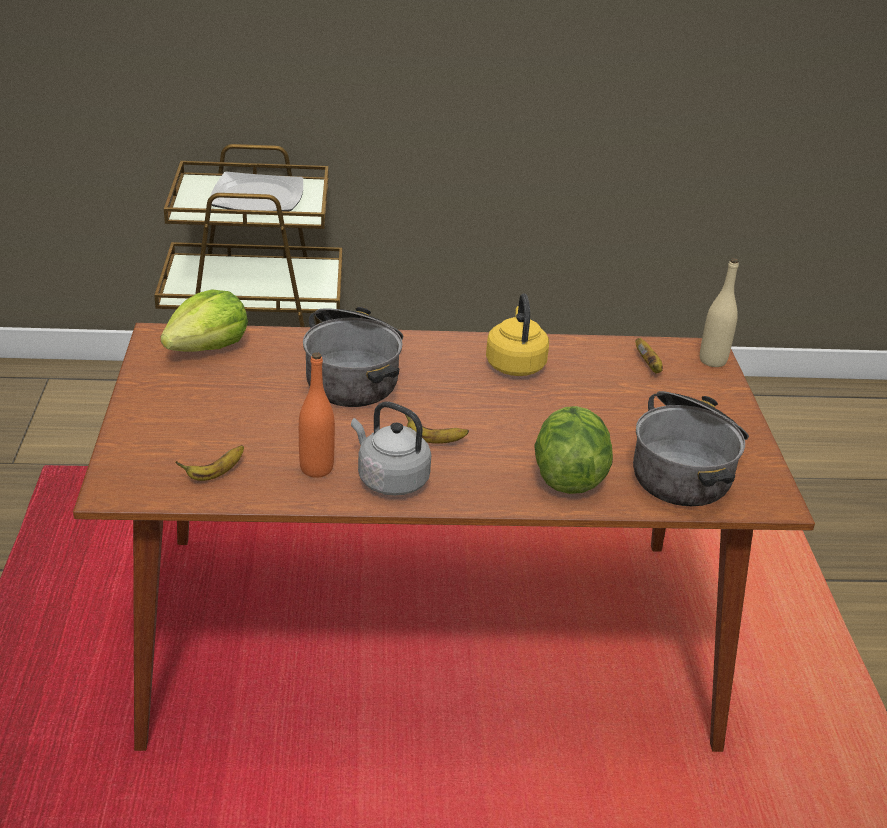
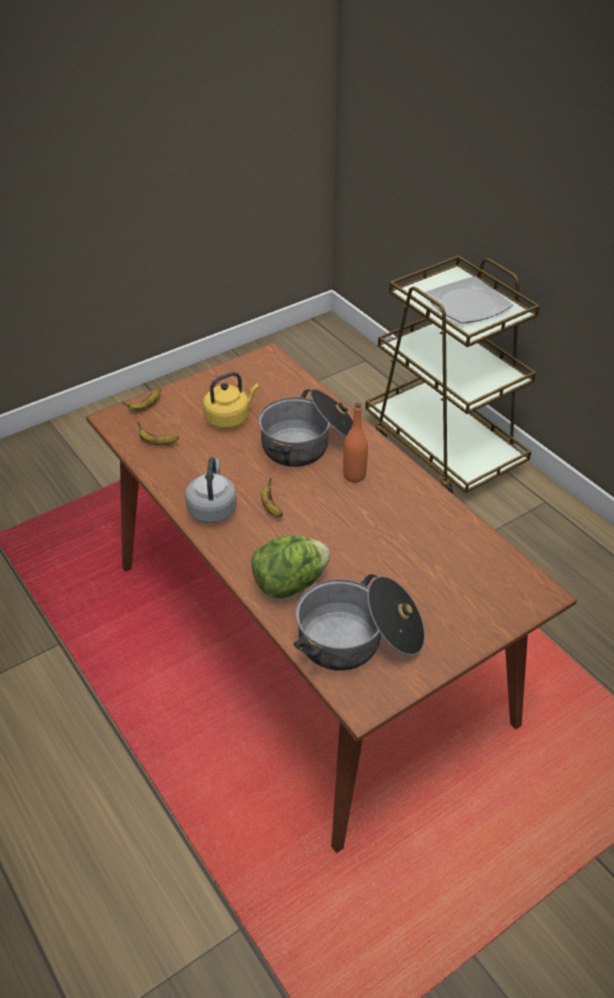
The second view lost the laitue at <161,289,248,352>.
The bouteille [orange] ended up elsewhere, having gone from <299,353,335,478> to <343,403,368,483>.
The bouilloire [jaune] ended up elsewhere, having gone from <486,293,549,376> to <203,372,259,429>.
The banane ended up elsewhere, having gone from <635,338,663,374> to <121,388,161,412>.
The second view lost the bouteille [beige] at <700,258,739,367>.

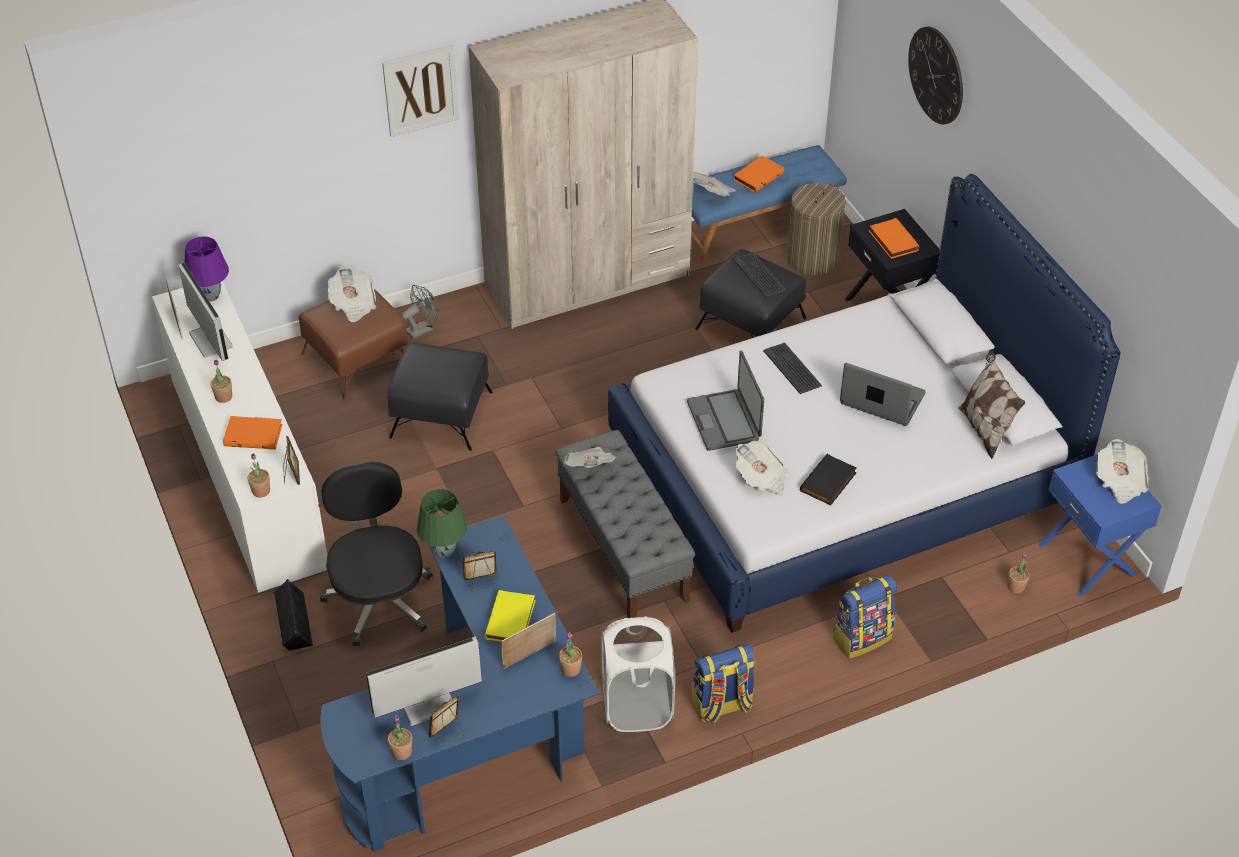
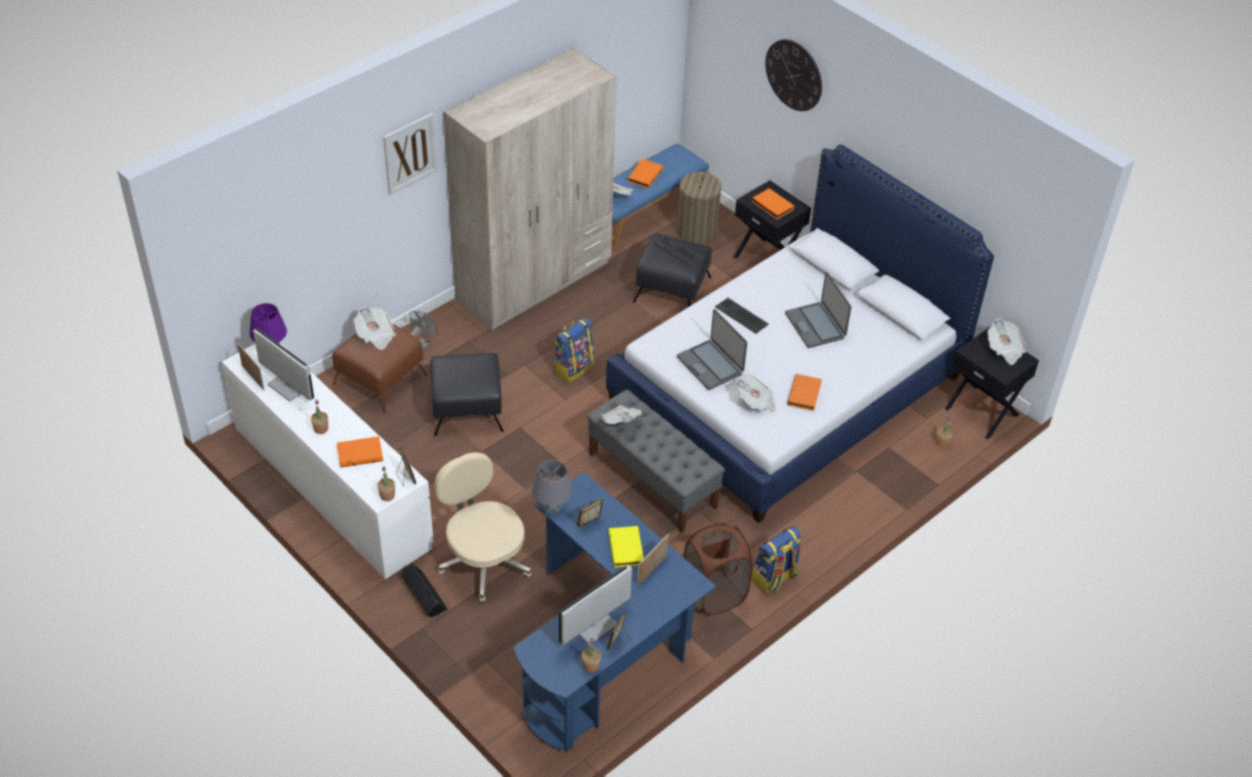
What was the chaise de bureau [noir] at <320,462,433,646> turned into the chaise de bureau [beige] at <434,452,531,602>.
What was the lampe de table [vert] at <417,489,467,558> turned into the lampe de table [gris] at <532,460,572,514>.
The second view lost the plante en pot at <559,632,582,677>.
What was the panier à linge [blanc] at <601,616,675,732> turned into the panier à linge [marron] at <684,523,752,615>.
What was the livre [noir] at <800,454,857,505> turned into the livre [orange] at <787,373,822,411>.
The sac à dos ended up elsewhere, having gone from <833,575,897,659> to <554,318,594,383>.
The ordinateur portable at <840,363,926,426> ended up facing another way, 120 degrees counterclockwise from before.
The second view lost the coussin at <958,350,1025,459>.
What was the table de chevet [bleu] at <1039,454,1162,596> turned into the table de chevet [noir] at <945,327,1039,439>.

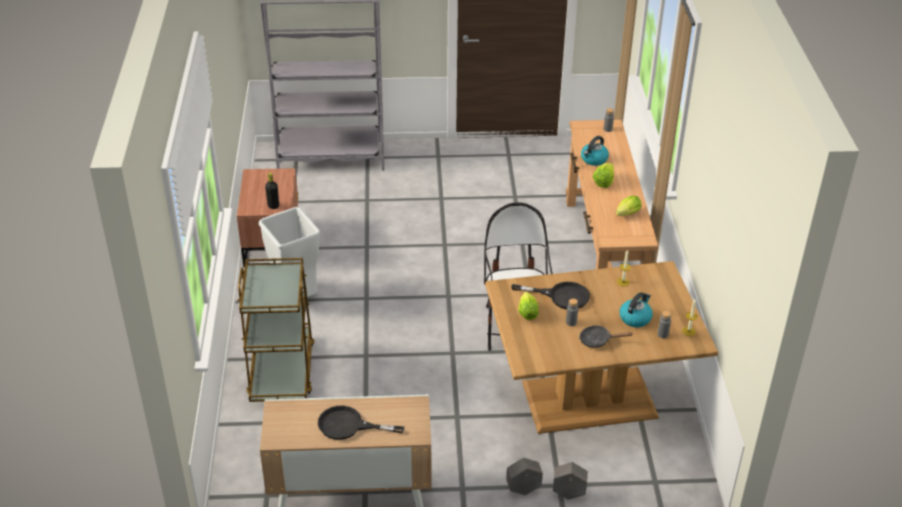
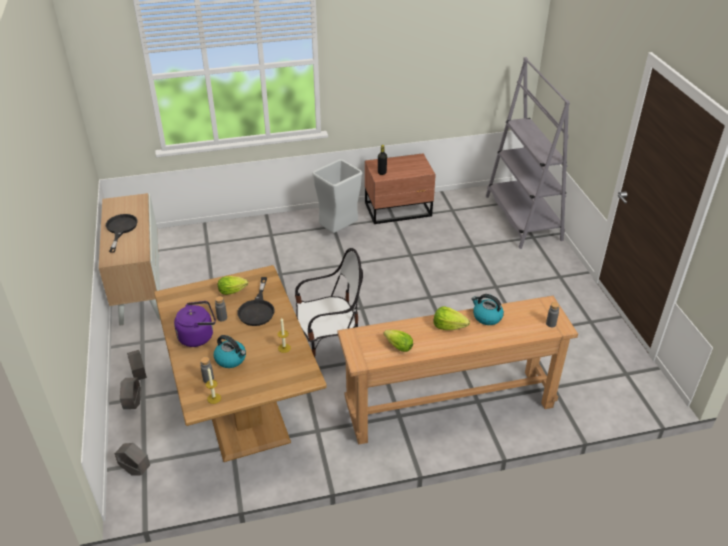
The second view lost the chariot [marron] at <237,258,315,402>.
Where the poêle [noir] stood at <580,325,632,348>, the bouilloire [violet] came to stand at <174,301,216,347>.
The second view gained the cache-pot [gris] at <114,443,150,476>.

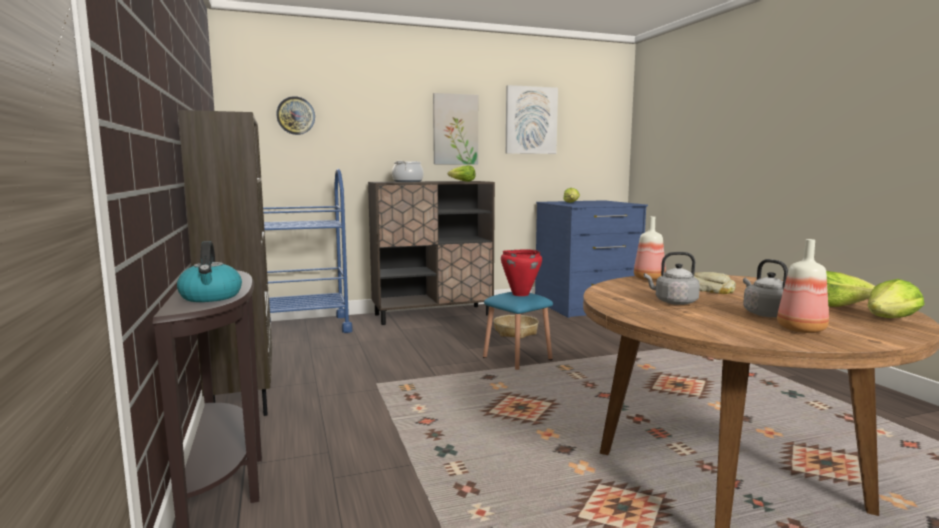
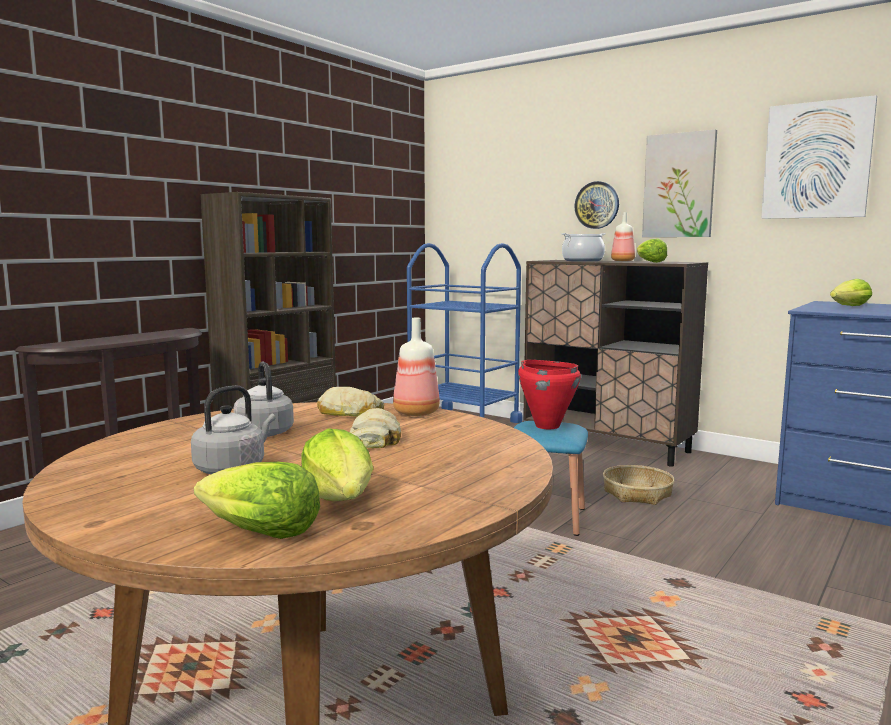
The second view lost the bouilloire at <177,241,242,302>.
The horloge murale ended up elsewhere, having gone from <276,96,315,135> to <575,181,619,229>.
The bouteille ended up elsewhere, having gone from <777,239,829,333> to <611,212,635,261>.
The second view gained the pain at <317,387,384,417>.

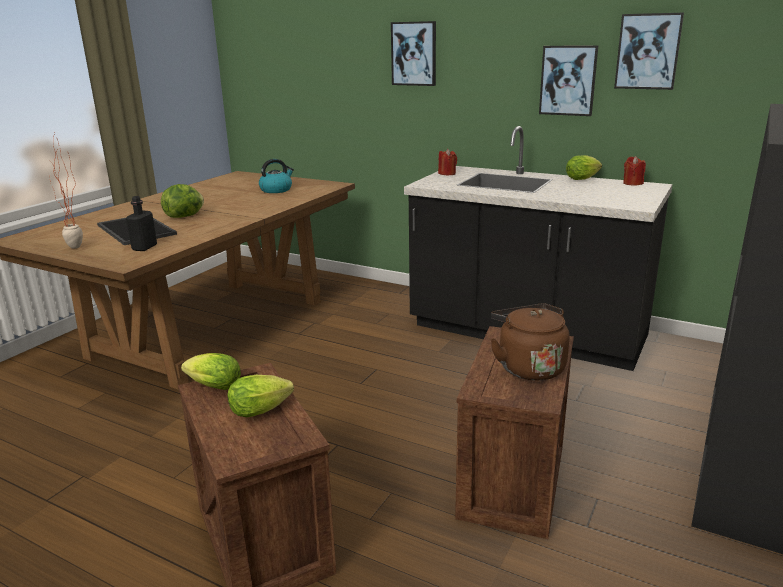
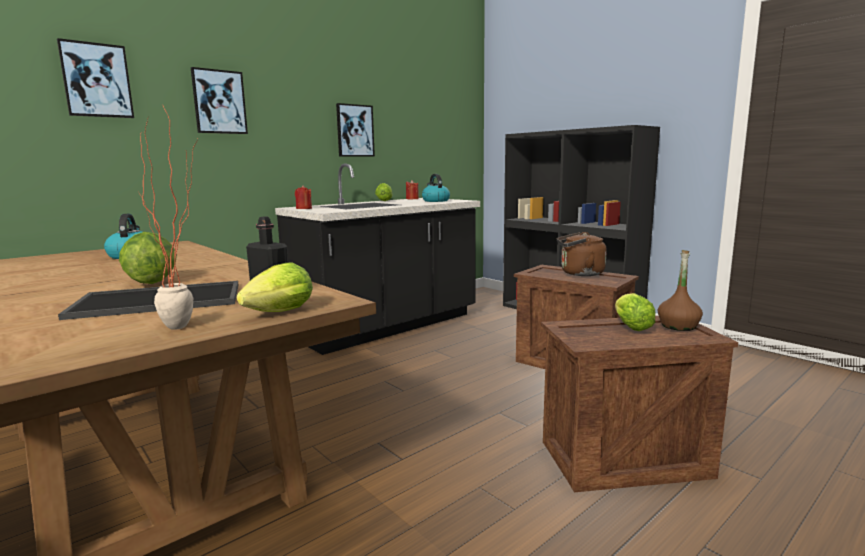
The laitue ended up elsewhere, having gone from <181,353,241,390> to <237,263,313,312>.
The tableau ended up elsewhere, having gone from <614,13,684,90> to <57,38,134,118>.
The second view gained the bouilloire at <422,174,450,202>.
The second view gained the bouteille [marron] at <658,250,703,331>.

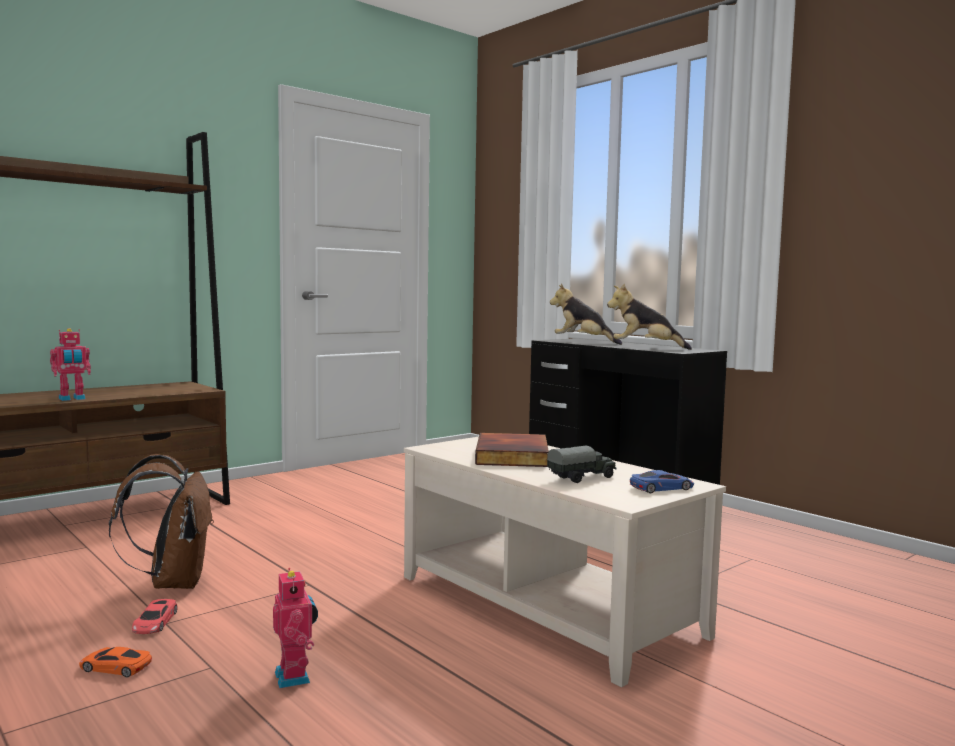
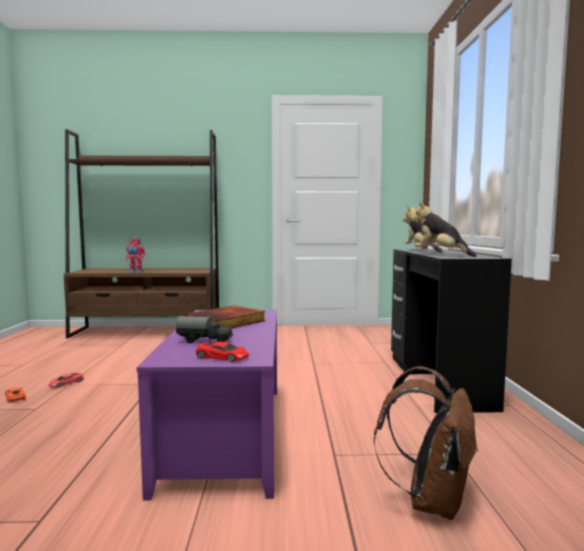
The sac à dos [marron] ended up elsewhere, having gone from <109,454,214,589> to <374,366,478,520>.
The second view lost the robot jouet at <273,568,318,688>.
What was the table basse [beige] at <404,437,726,687> turned into the table basse [violet] at <137,310,277,501>.
What was the petite voiture [bleu] at <630,470,694,493> turned into the petite voiture [rouge] at <196,342,249,362>.

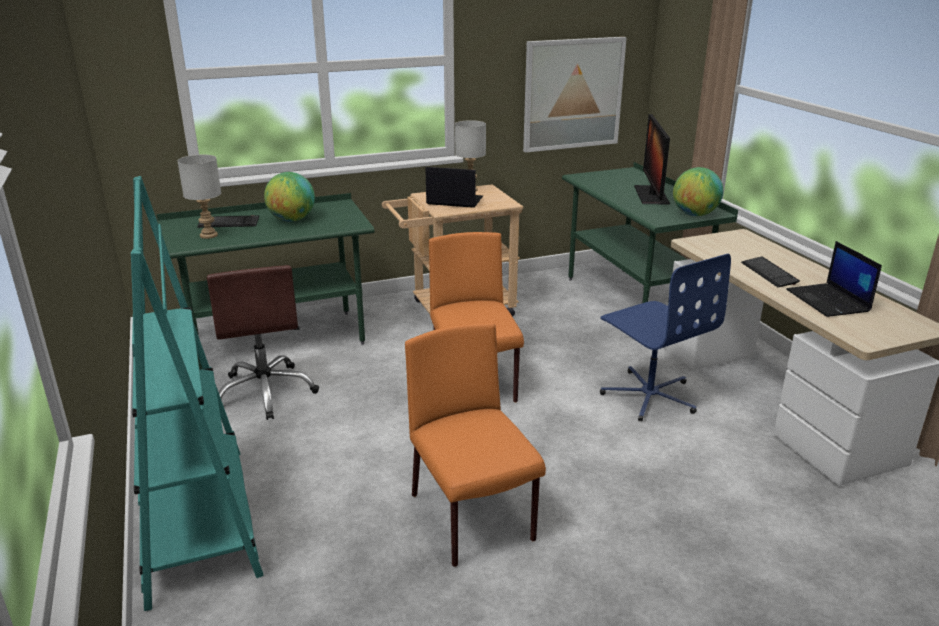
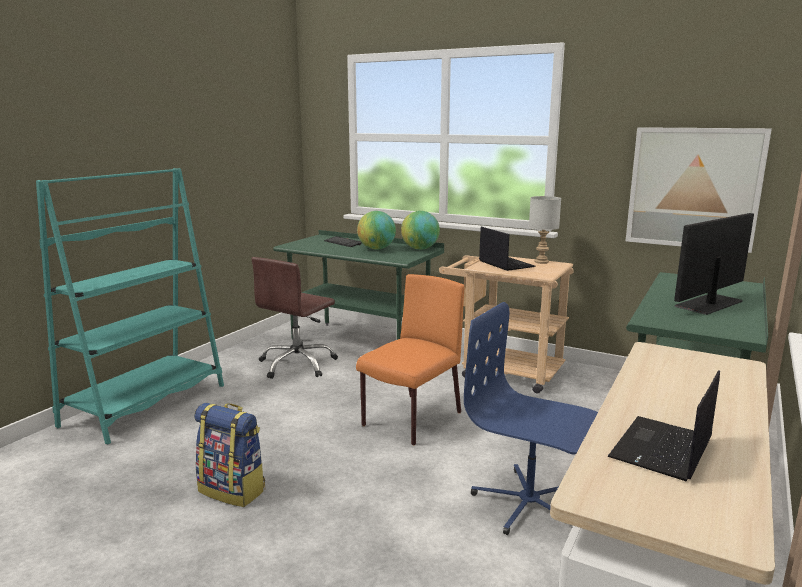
The second view lost the lampe de table [gris] at <177,155,221,239>.
Where the chaise [orange] stood at <405,323,546,567>, the sac à dos came to stand at <194,403,265,507>.
The chaise de bureau [bleu] at <600,254,731,421> ended up facing another way, 105 degrees clockwise from before.
The globe ended up elsewhere, having gone from <673,167,723,216> to <401,211,440,250>.
The second view lost the clavier at <741,257,800,287>.

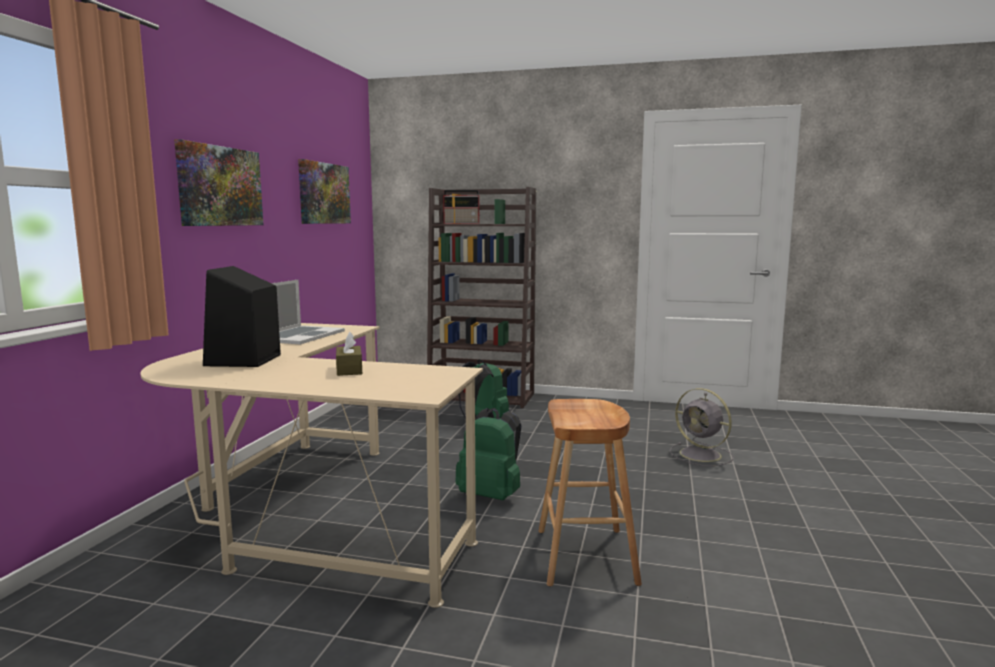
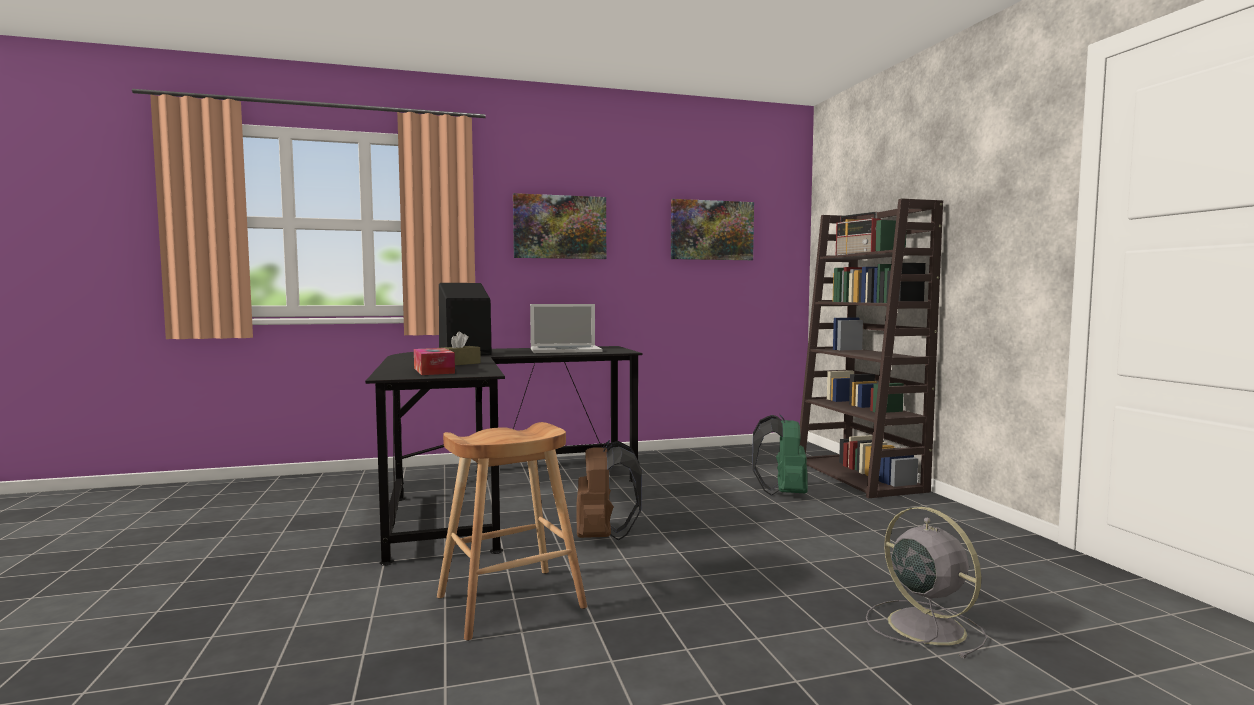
What was the bureau [beige] at <140,323,483,608> turned into the bureau [noir] at <365,346,643,566>.
What was the sac à dos [vert] at <455,408,521,500> turned into the sac à dos [marron] at <576,440,642,541>.
The ventilateur [gris] at <669,388,734,466> ended up facing another way, 135 degrees clockwise from before.
The second view gained the boîte à mouchoirs at <414,348,455,375>.

